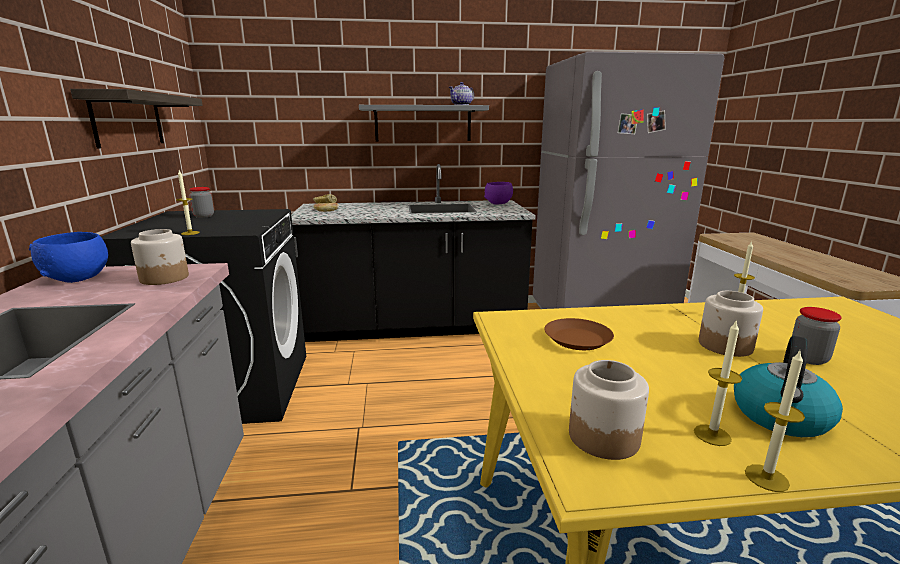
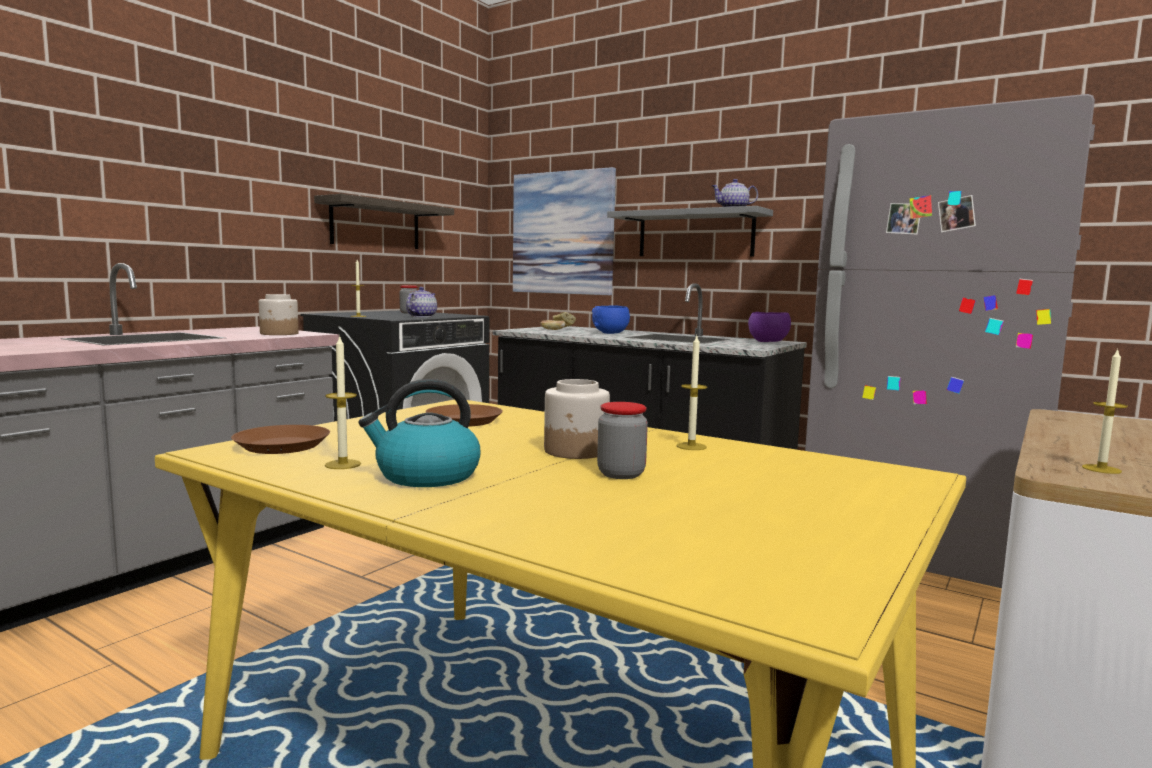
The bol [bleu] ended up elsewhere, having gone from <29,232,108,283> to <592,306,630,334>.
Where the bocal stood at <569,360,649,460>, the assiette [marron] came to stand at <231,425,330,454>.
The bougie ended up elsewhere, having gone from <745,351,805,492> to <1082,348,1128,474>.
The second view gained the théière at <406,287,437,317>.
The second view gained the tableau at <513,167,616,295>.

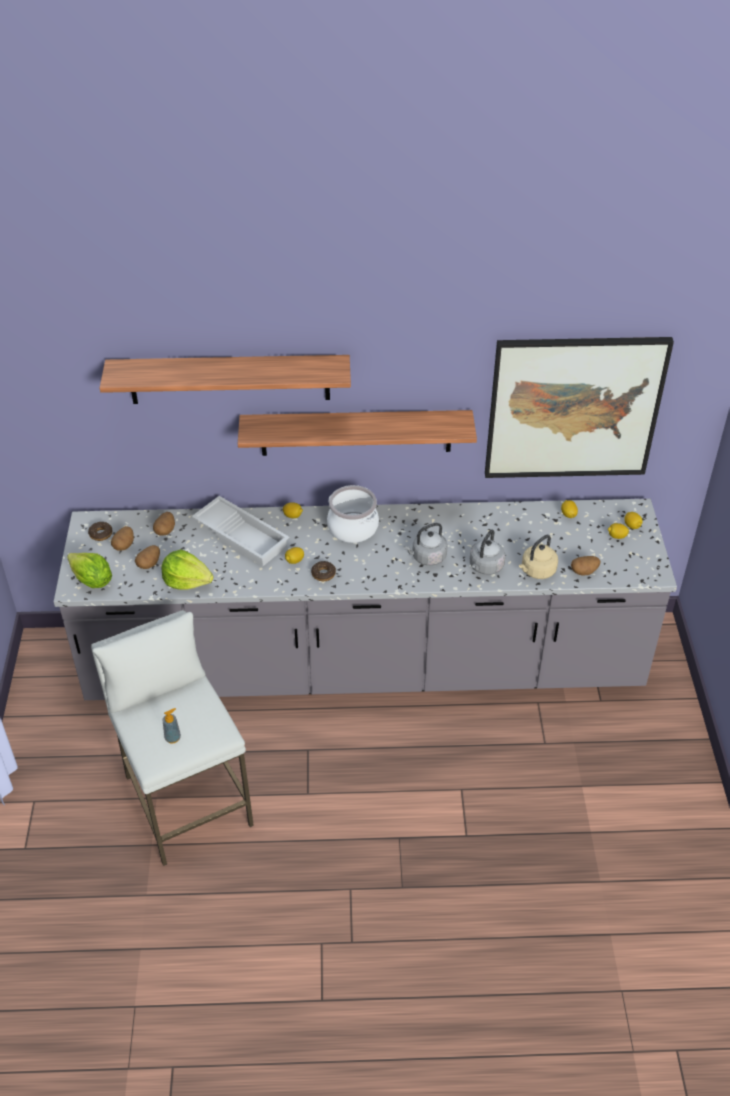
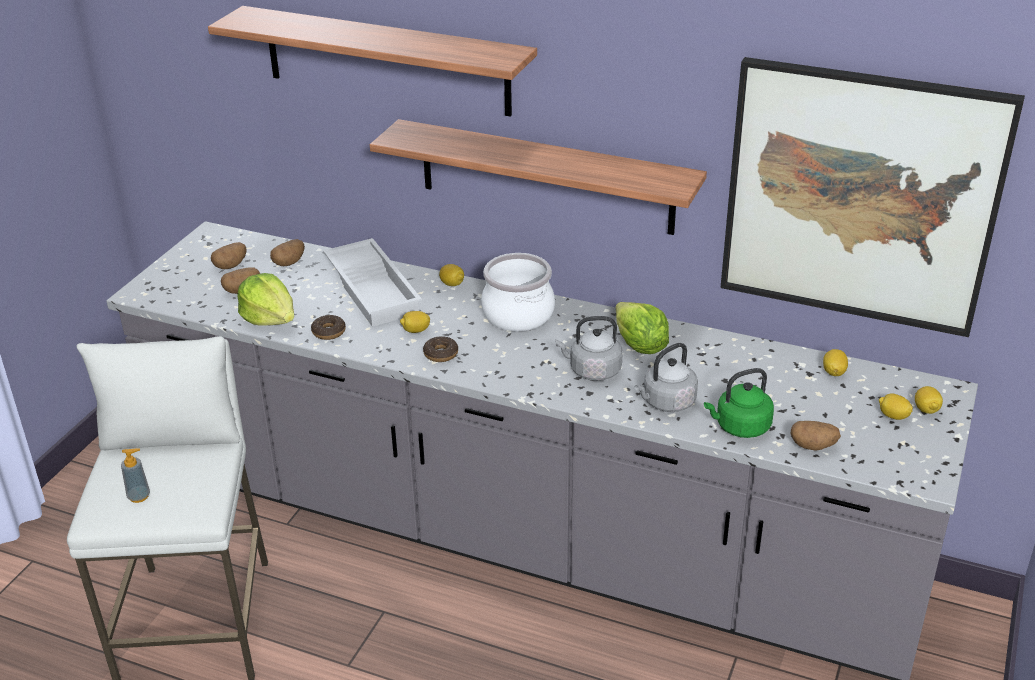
The laitue ended up elsewhere, having gone from <67,553,112,588> to <616,302,669,354>.
The beignet ended up elsewhere, having gone from <88,522,112,541> to <311,315,346,340>.
What was the bouilloire [beige] at <519,535,558,579> turned into the bouilloire [vert] at <704,368,774,438>.

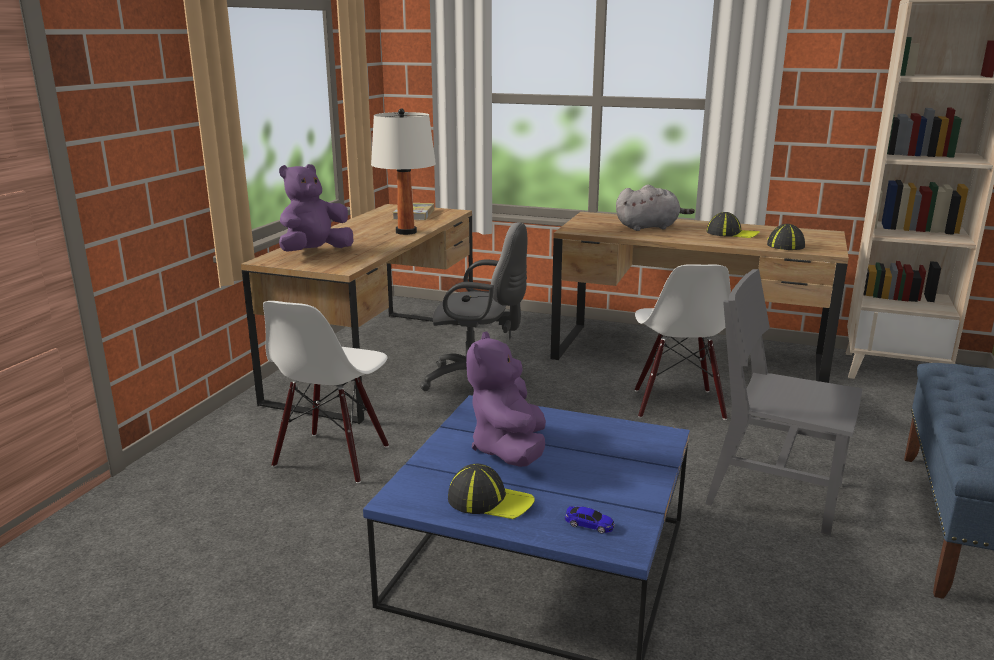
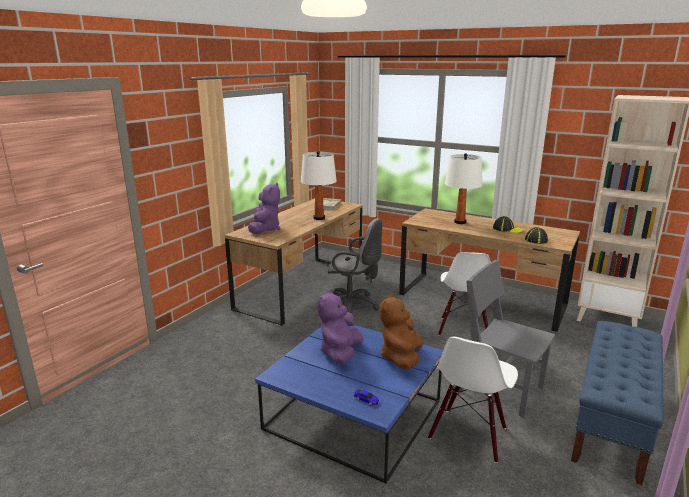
The chaise [blanc] ended up elsewhere, having gone from <263,301,389,483> to <428,337,518,463>.
The peluche [violet] at <279,164,353,252> ended up facing another way, 135 degrees clockwise from before.
The second view lost the casquette at <448,464,535,519>.
Where the peluche [gris] stood at <616,185,695,231>, the lampe de table [blanc] came to stand at <445,153,482,224>.
The second view gained the peluche [marron] at <380,293,423,370>.

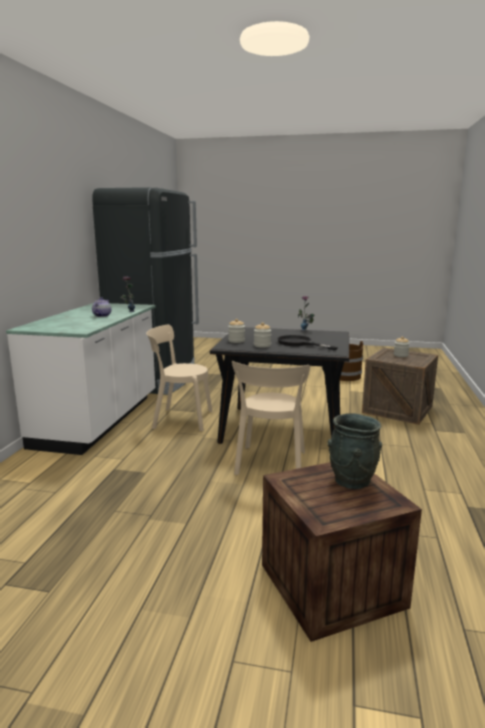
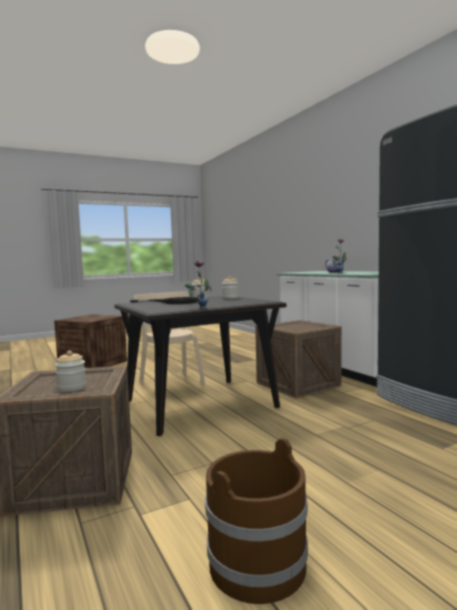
Where the chaise [beige] stood at <146,325,213,431>, the caisse came to stand at <255,320,341,398>.
The second view lost the vase [gris] at <327,413,382,489>.

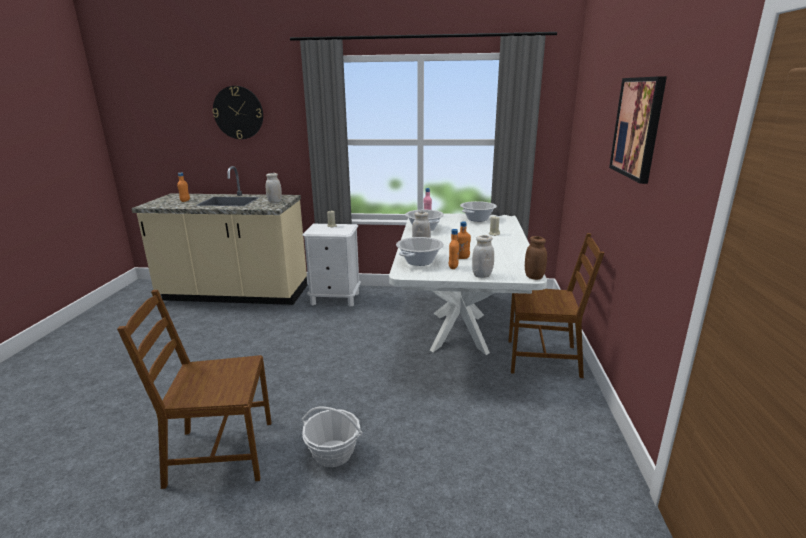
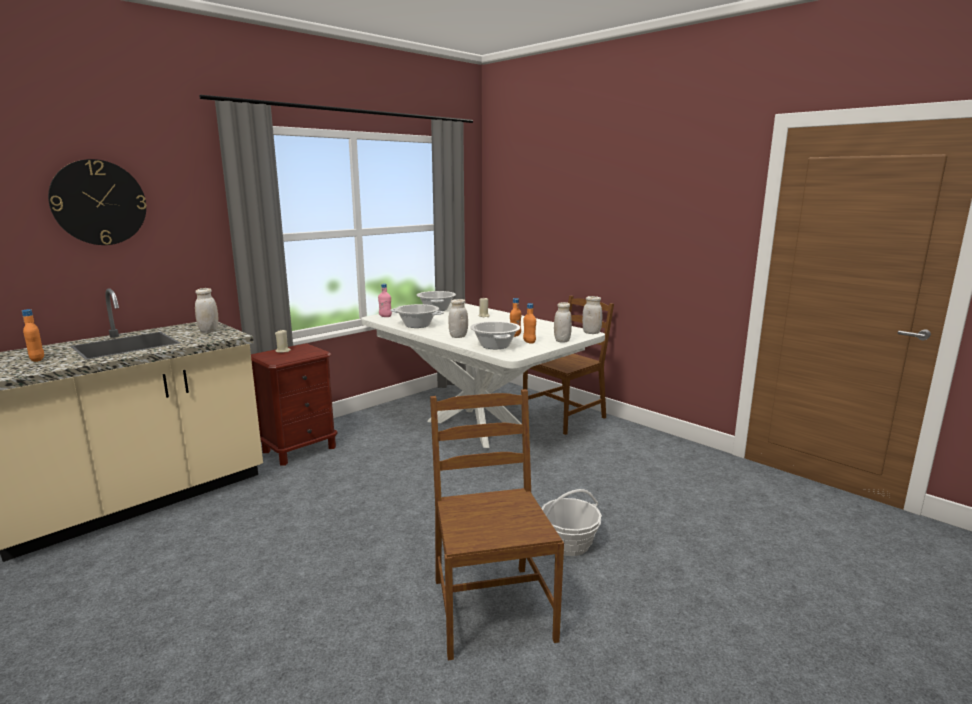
The chaise [marron] at <117,290,271,489> ended up facing another way, 135 degrees clockwise from before.
What was the table de chevet [blanc] at <302,224,361,307> turned into the table de chevet [marron] at <251,343,337,466>.
What was the bocal [marron] at <525,236,547,280> turned into the bocal [blanc] at <582,296,602,334>.
The second view lost the tableau at <609,76,667,184>.

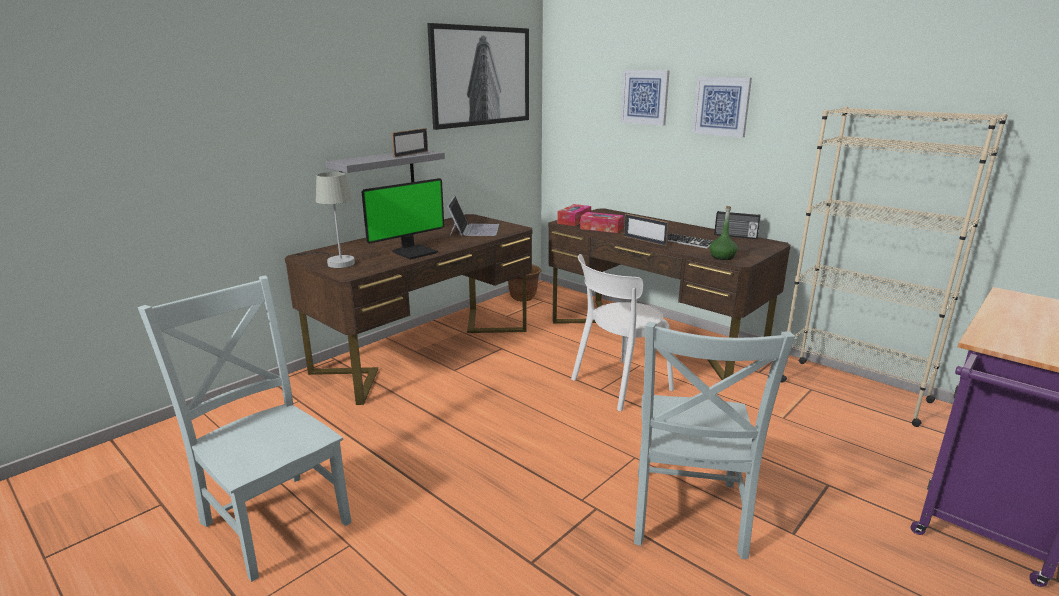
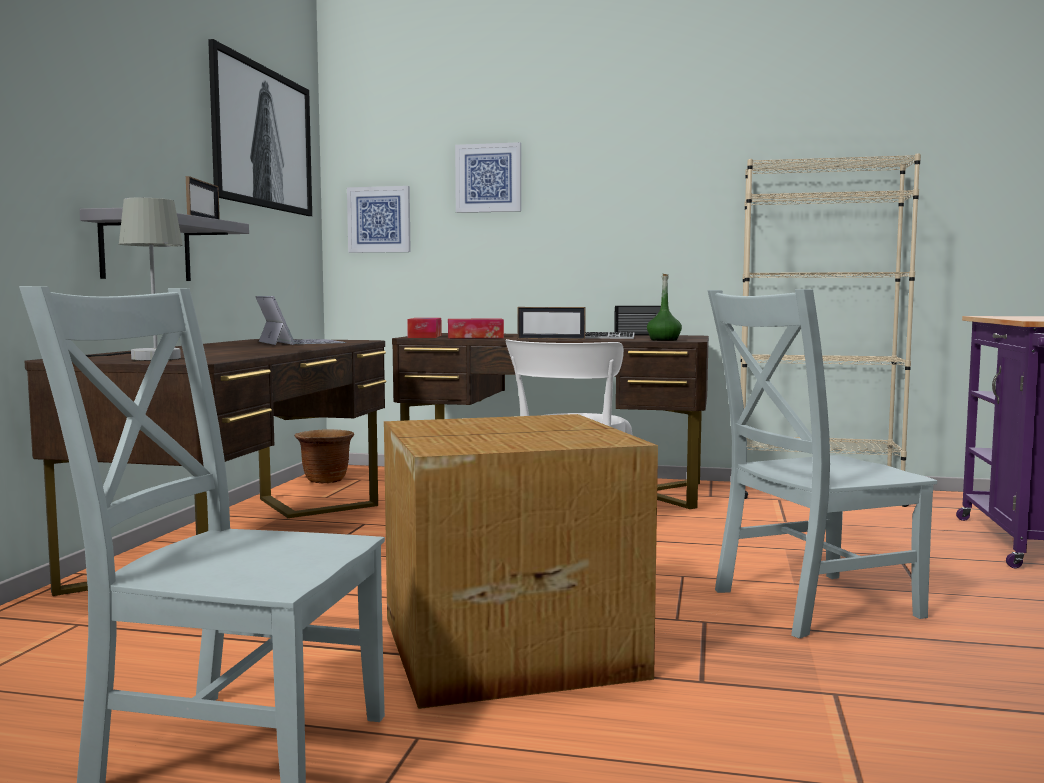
The second view lost the écran d'ordinateur at <362,178,444,260>.
The chaise [gris] at <634,321,795,559> ended up facing another way, 90 degrees clockwise from before.
The tableau ended up elsewhere, having gone from <692,77,752,137> to <347,186,411,253>.
The second view gained the carton at <384,414,658,709>.

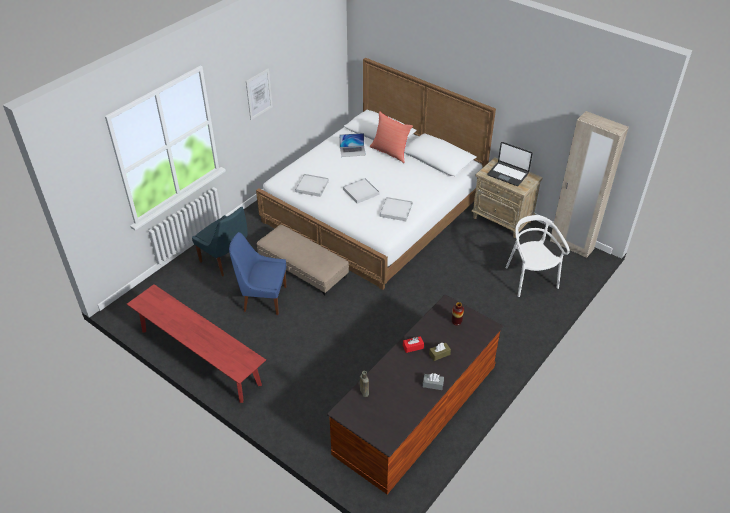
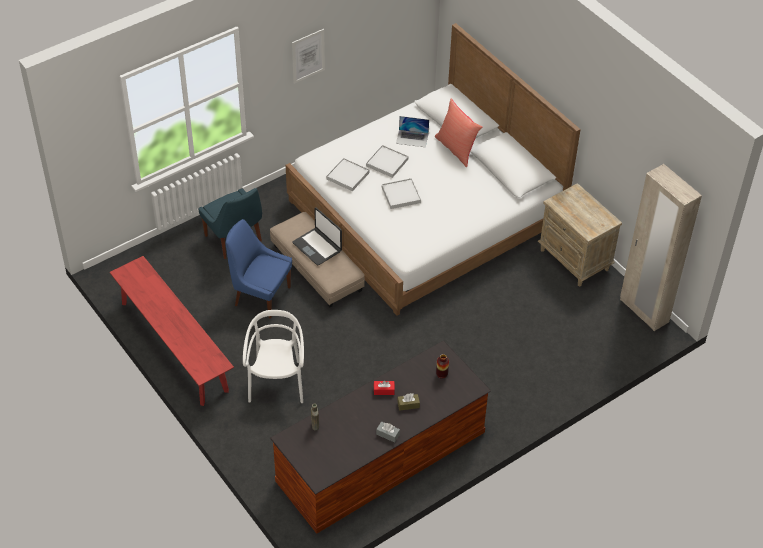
The plateau [blanc] ended up elsewhere, having gone from <380,197,412,221> to <366,145,408,178>.
The ordinateur portable ended up elsewhere, having gone from <487,142,533,186> to <292,207,342,265>.
The chaise [blanc] ended up elsewhere, having gone from <505,215,570,297> to <243,310,304,403>.

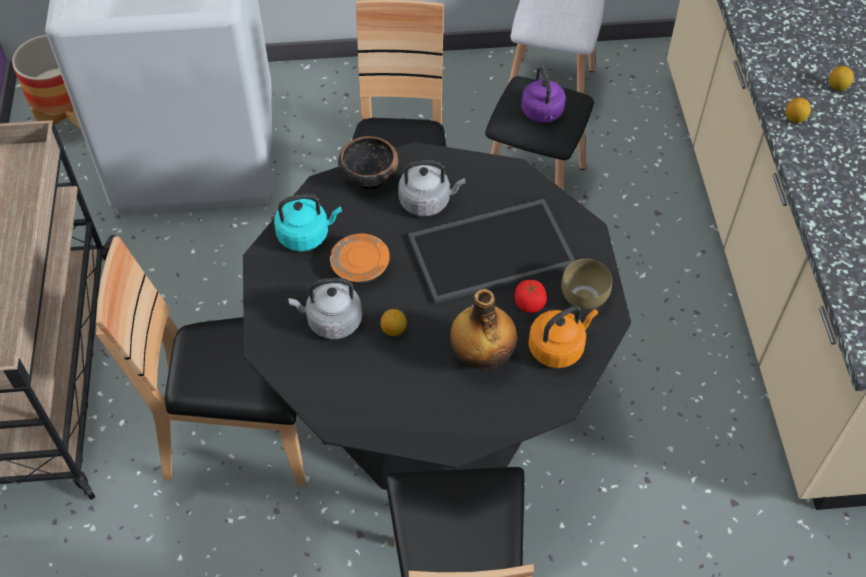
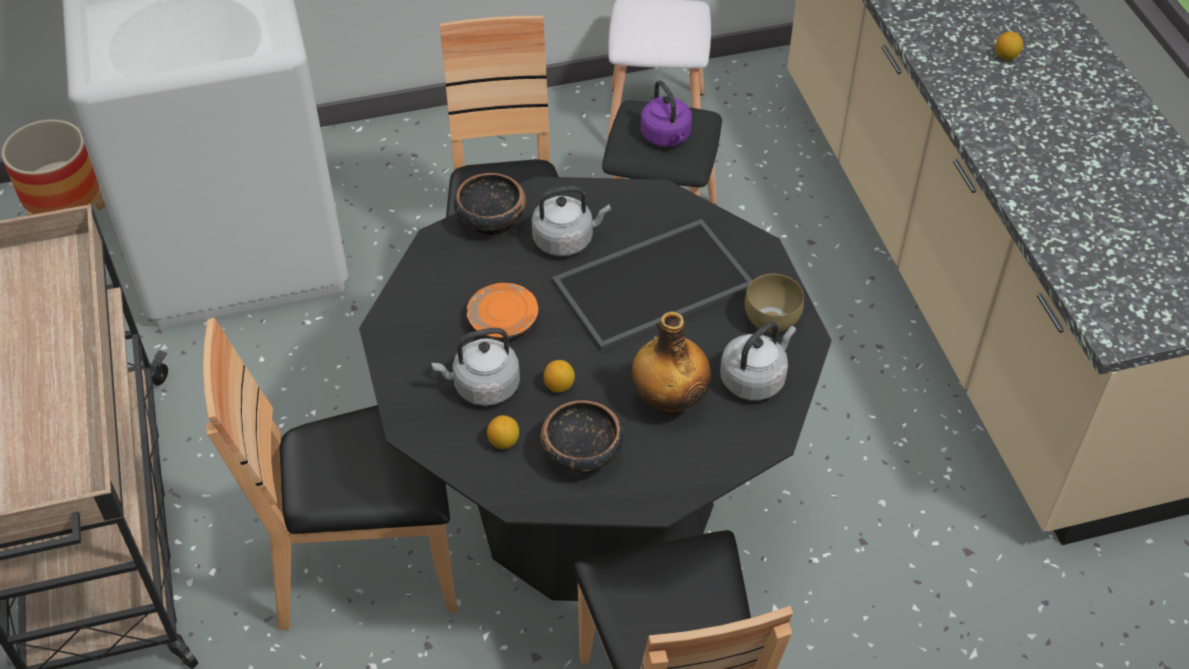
The second view lost the bouilloire [turquoise] at <274,193,342,252>.
The second view lost the tomate at <515,280,547,313>.
What was the bouilloire [orange] at <528,306,598,368> turned into the bouilloire [gris] at <720,322,796,400>.
The citron ended up elsewhere, having gone from <786,98,811,123> to <487,415,519,449>.
The second view gained the bol at <541,400,624,474>.

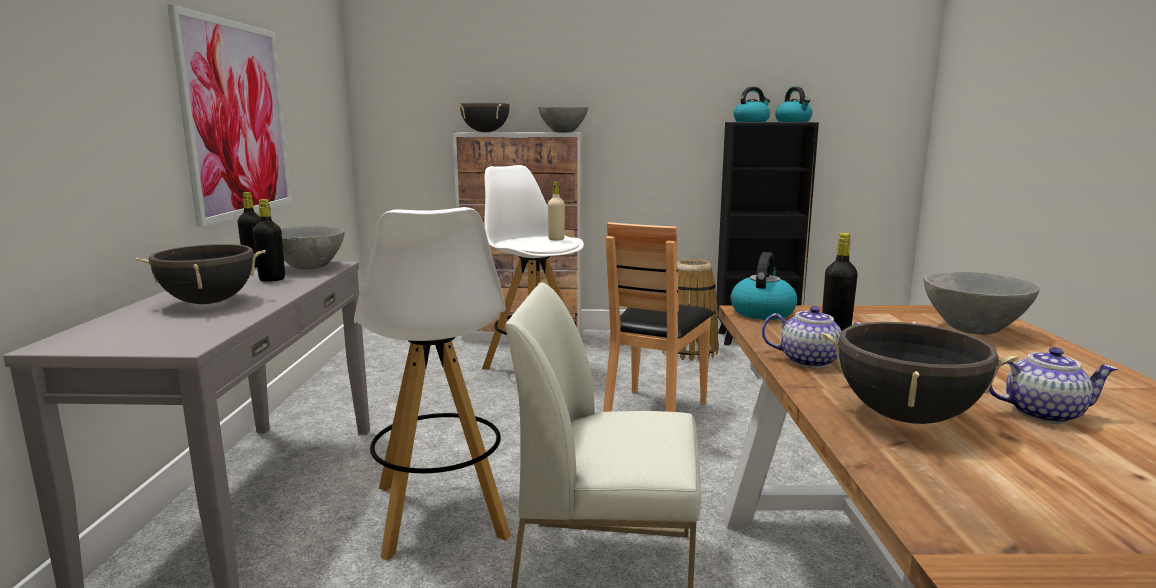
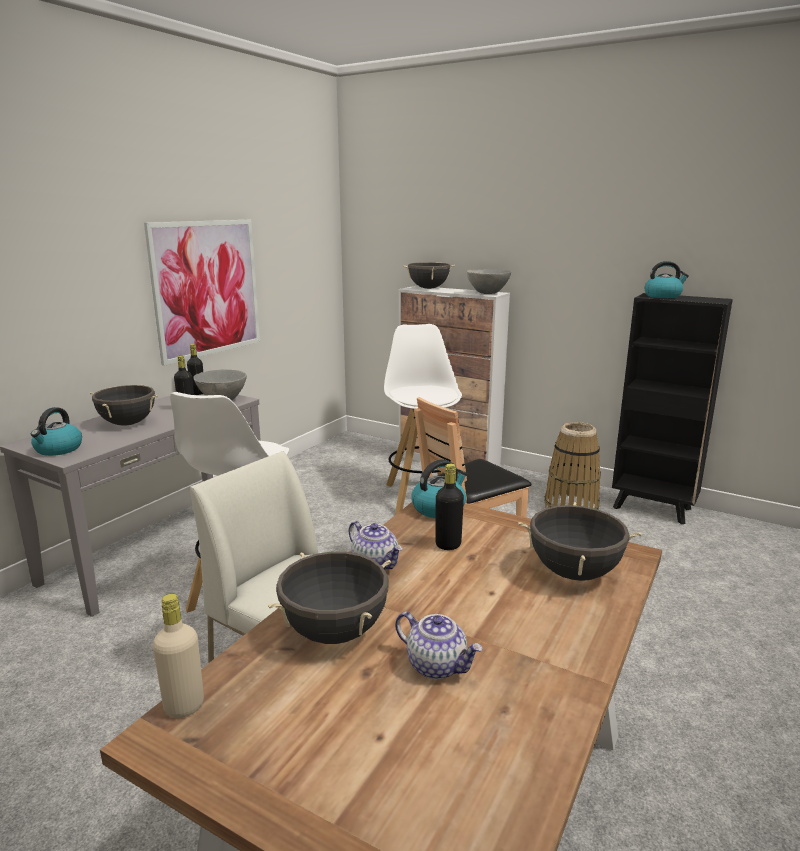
The bouteille [beige] ended up elsewhere, having gone from <548,182,565,241> to <153,594,204,718>.
The bouilloire ended up elsewhere, having gone from <775,87,812,122> to <31,407,82,456>.
Where the bol [gris] stood at <923,272,1040,334>, the marmite [noir] came to stand at <518,502,642,581>.

